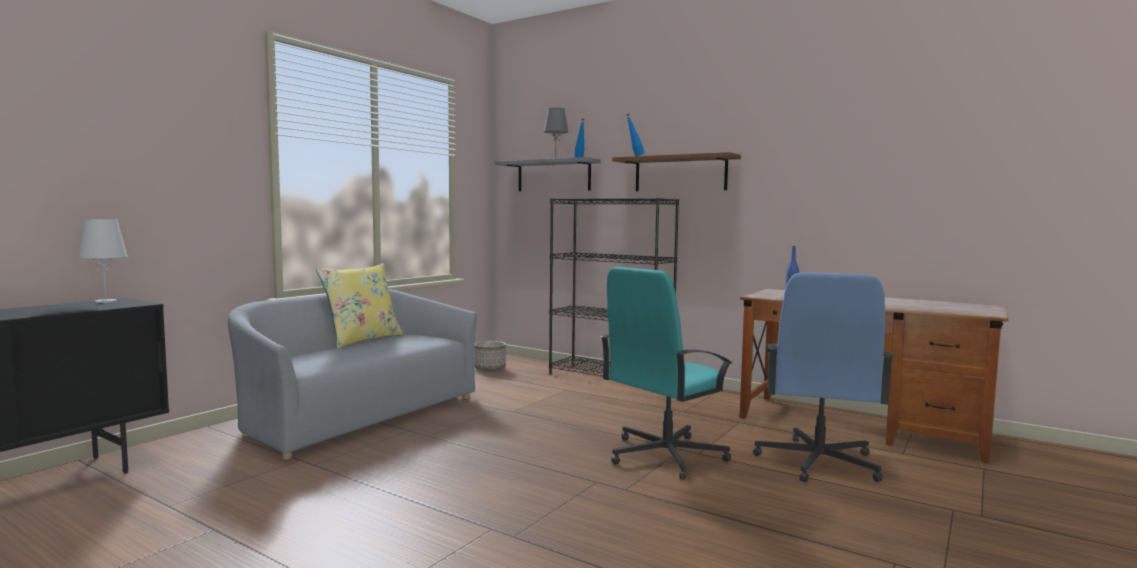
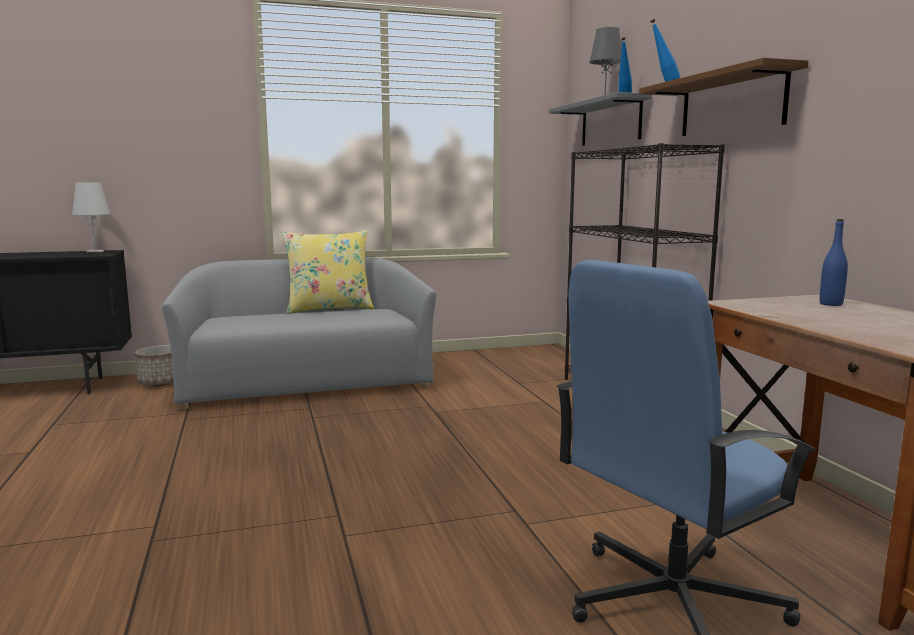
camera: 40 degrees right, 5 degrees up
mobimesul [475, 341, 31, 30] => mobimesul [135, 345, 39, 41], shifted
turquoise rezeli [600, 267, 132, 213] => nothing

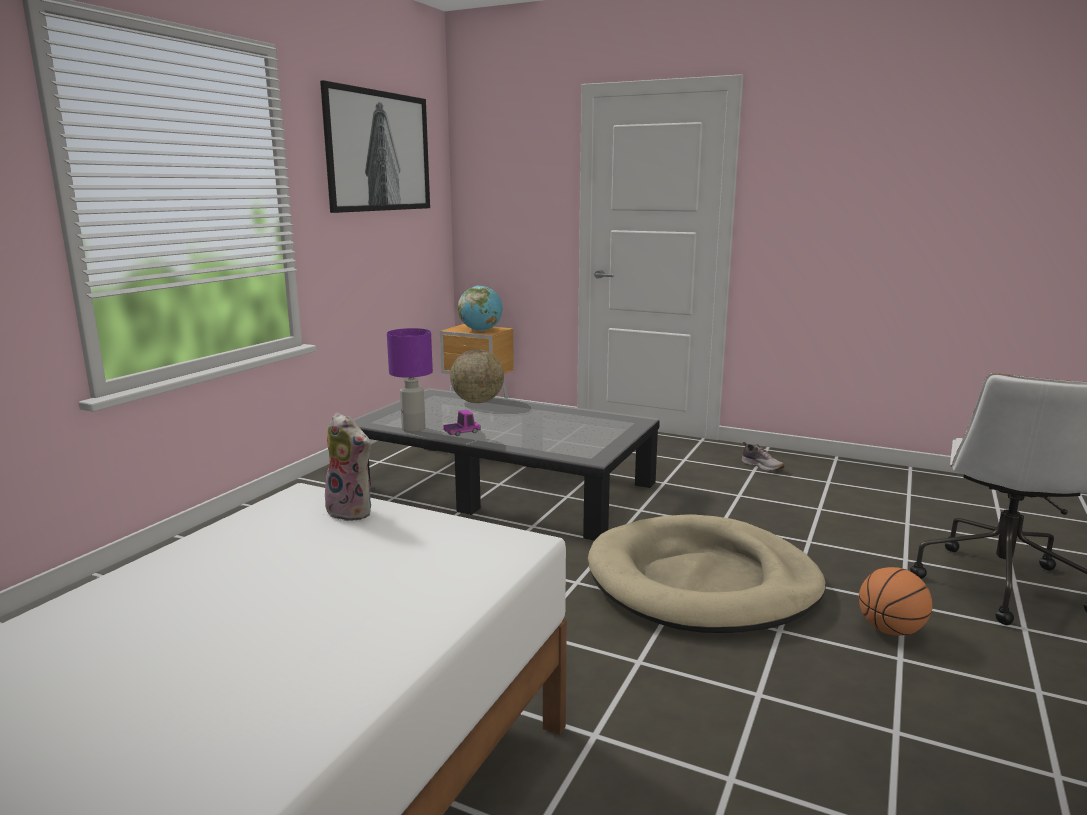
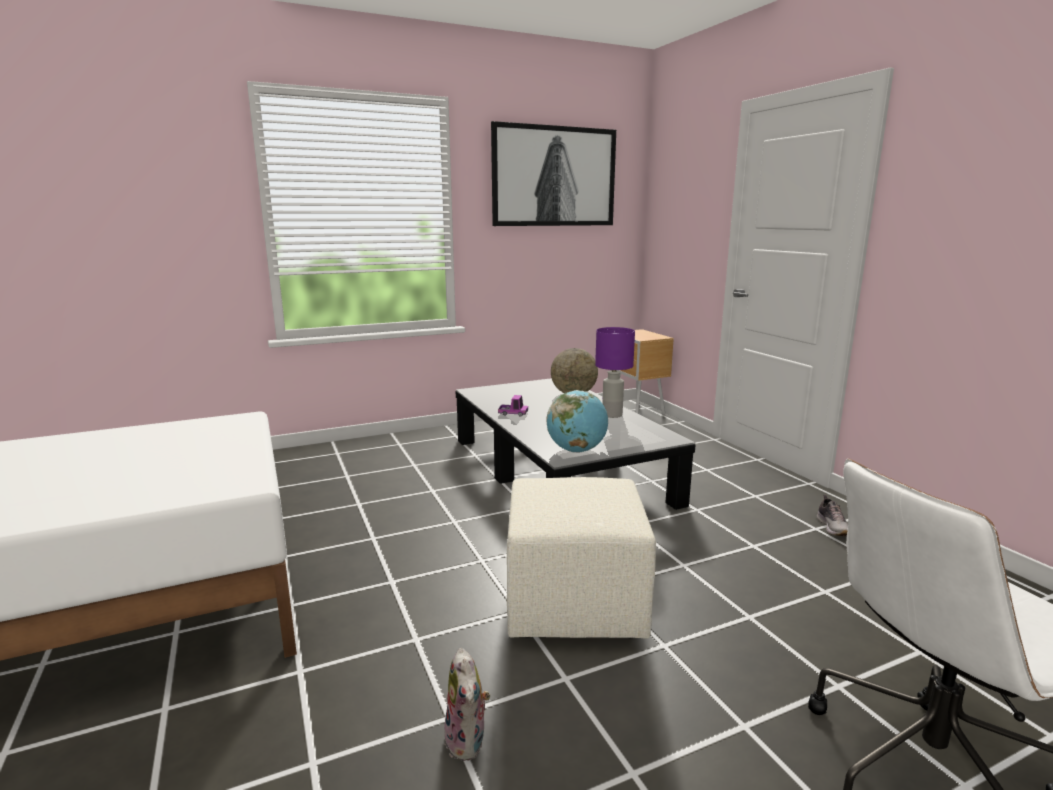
camera: 40 degrees right, 0 degrees up
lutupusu [325, 413, 47, 108] => lutupusu [444, 648, 46, 113], shifted
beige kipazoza [588, 514, 237, 119] => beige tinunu [507, 477, 149, 162]
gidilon [458, 286, 44, 45] => gidilon [546, 390, 62, 63], shifted
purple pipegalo [387, 328, 46, 104] => purple pipegalo [595, 327, 40, 91], shifted
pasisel [859, 567, 73, 69] => nothing

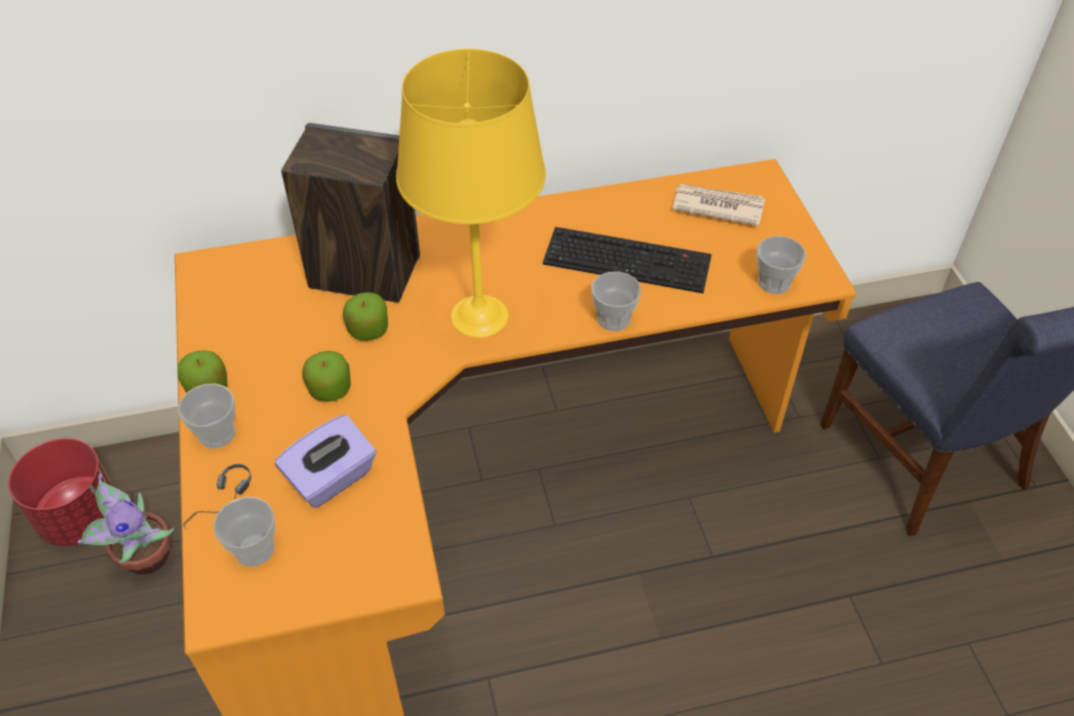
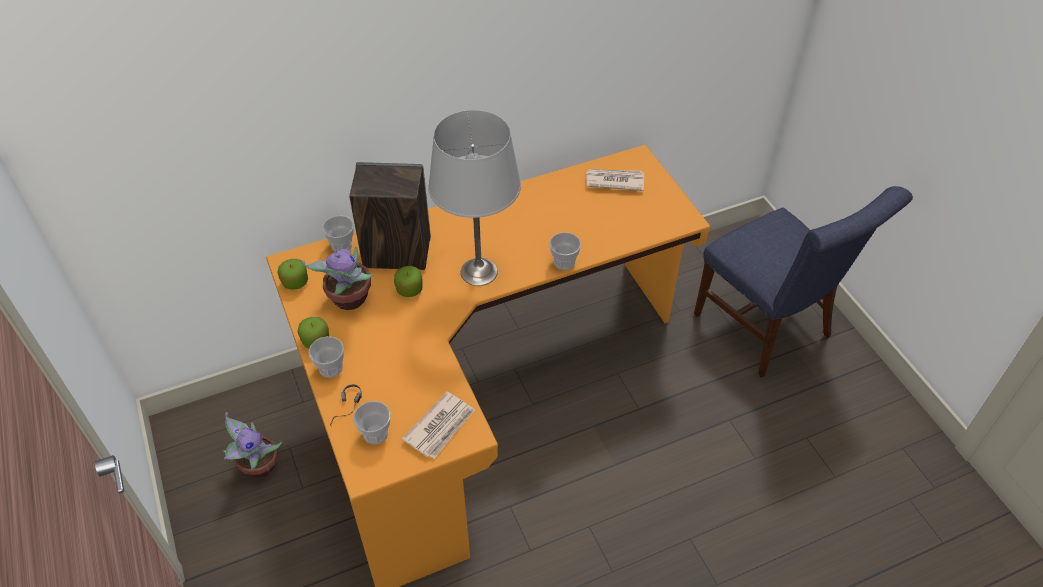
camera: 10 degrees left, 0 degrees up
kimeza [302, 351, 49, 51] => kimeza [278, 259, 30, 31], shifted
nothing => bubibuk [302, 247, 72, 63]
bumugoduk [757, 236, 49, 58] => bumugoduk [322, 216, 32, 35], shifted
nothing => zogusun [402, 392, 73, 67]
yellow pipegalo [396, 49, 150, 289] => grey pipegalo [428, 110, 93, 176]
red mobimesul [8, 438, 106, 108] => nothing
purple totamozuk [275, 415, 101, 93] => nothing
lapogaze [543, 227, 169, 66] => nothing

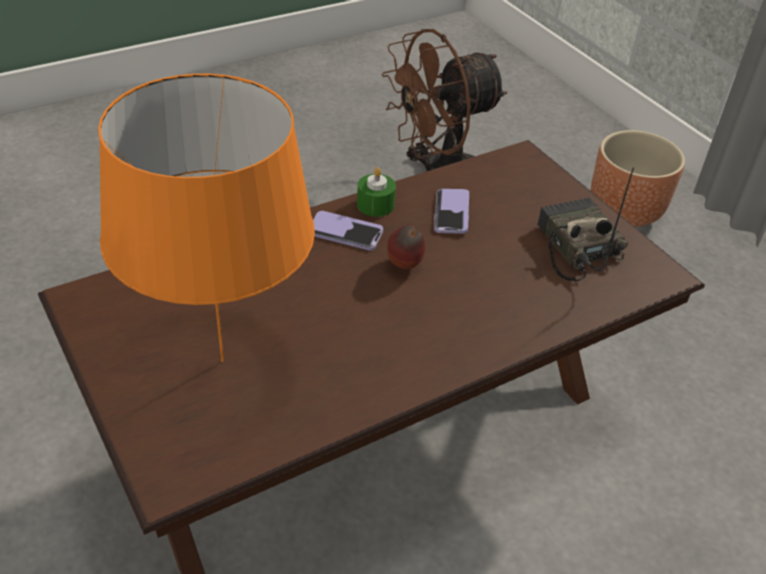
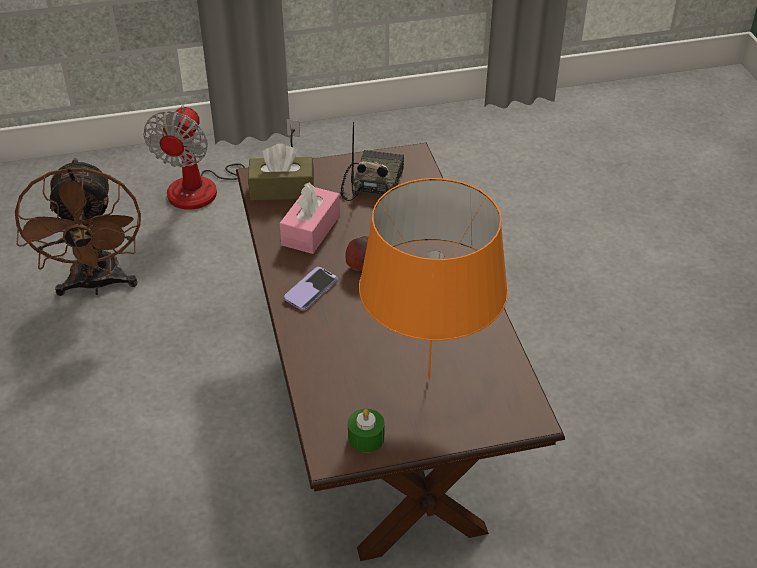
camera: 70 degrees left, 0 degrees up
brown mobimesul [591, 130, 94, 97] => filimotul [143, 105, 157, 105]
nothing => brown totamozuk [248, 143, 66, 57]
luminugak [434, 189, 35, 45] => pink totamozuk [280, 182, 60, 72]
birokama [538, 167, 96, 114] => birokama [340, 122, 64, 79], 105 degrees clockwise
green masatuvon [357, 167, 39, 50] => green masatuvon [348, 409, 36, 44], shifted

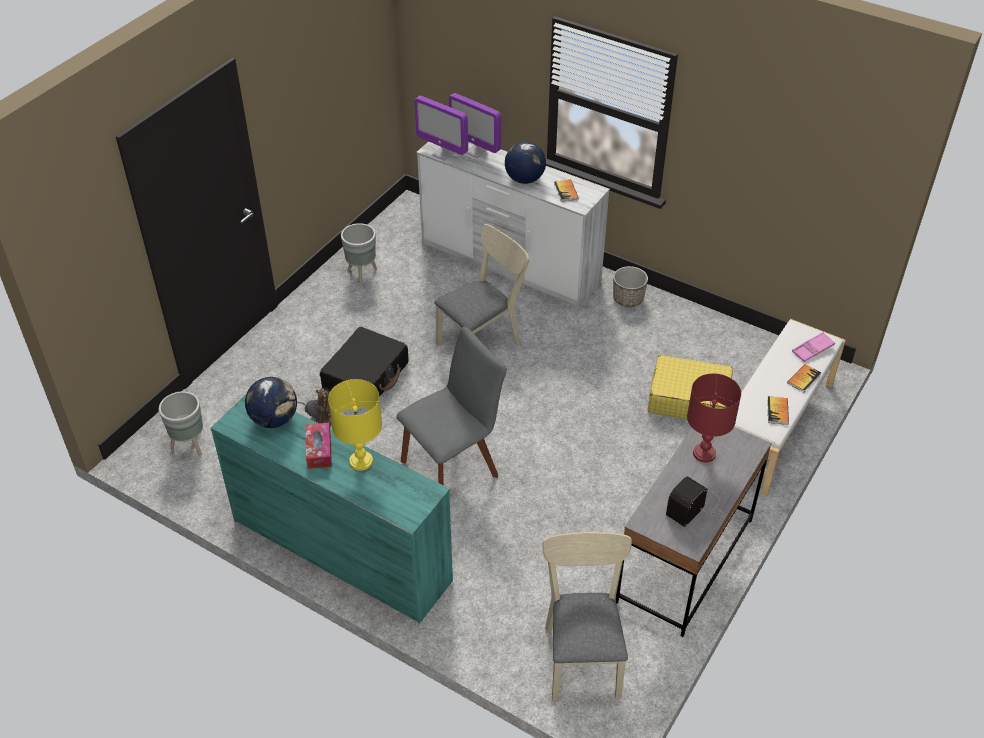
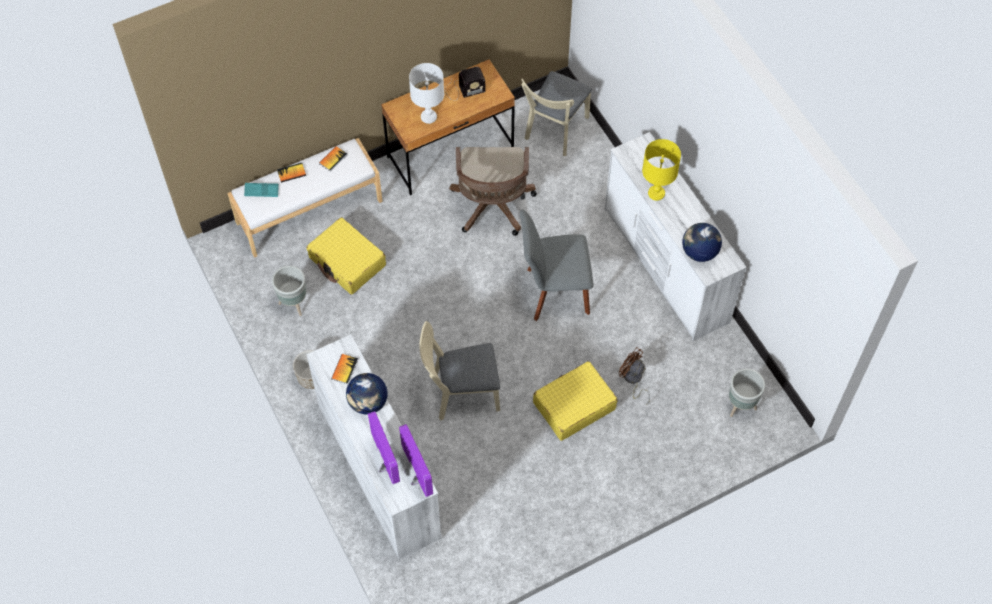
camera: 150 degrees left, 15 degrees up
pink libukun [792, 332, 43, 30] => turquoise libukun [244, 183, 35, 14]
grey mobimesul [341, 223, 36, 62] => grey mobimesul [272, 266, 34, 50], shifted
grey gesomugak [616, 427, 156, 210] => brown gesomugak [381, 60, 134, 135]
red pipegalo [687, 373, 54, 89] => white pipegalo [409, 63, 35, 61]
nothing => brown rezeli [449, 147, 88, 89]
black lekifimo [320, 327, 88, 70] => yellow lekifimo [533, 361, 84, 80]
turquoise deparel [211, 395, 242, 229] => white deparel [604, 132, 142, 209]
totamozuk [305, 423, 27, 46] => nothing

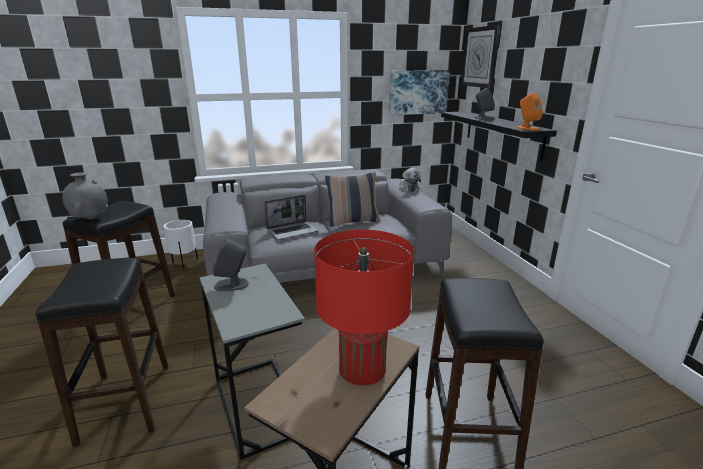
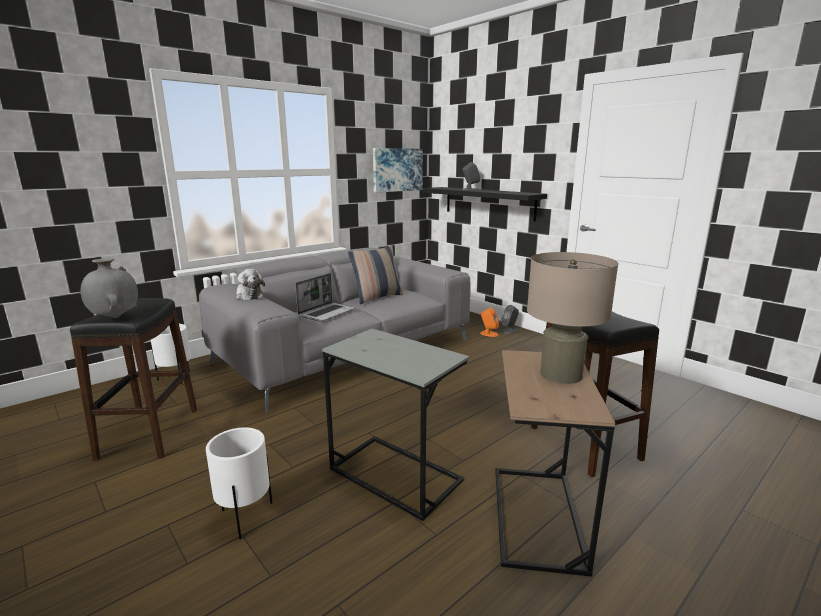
camera: 25 degrees left, 5 degrees down
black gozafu [36, 258, 132, 189] => white mobimesul [206, 427, 66, 112]
lutupusu [399, 168, 22, 24] => lutupusu [236, 269, 29, 31], shifted
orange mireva [516, 93, 27, 37] => orange mireva [480, 308, 19, 29], shifted
grey mireva [213, 238, 36, 53] => grey mireva [501, 305, 18, 29], shifted
red pipegalo [314, 230, 100, 156] => beige pipegalo [527, 252, 92, 132]
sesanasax [461, 25, 40, 63] => nothing

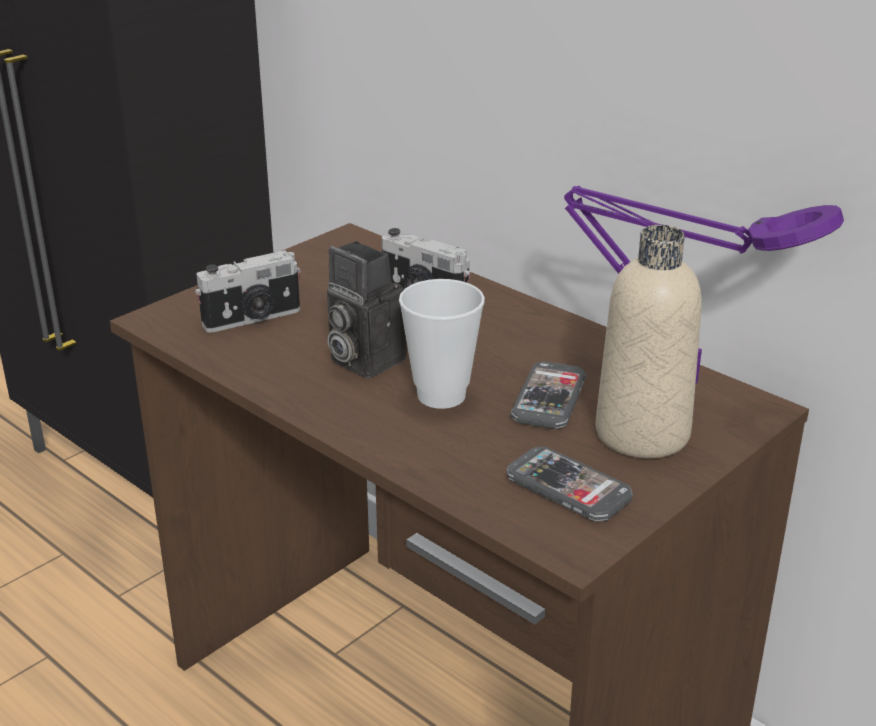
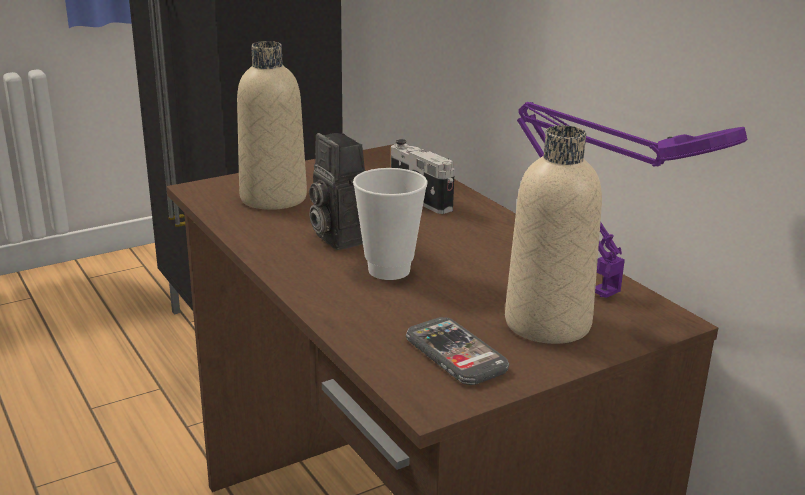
camera: 15 degrees right, 5 degrees down
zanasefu [195, 250, 106, 83] => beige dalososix [237, 41, 70, 169]
luminugak [510, 361, 76, 68] => nothing

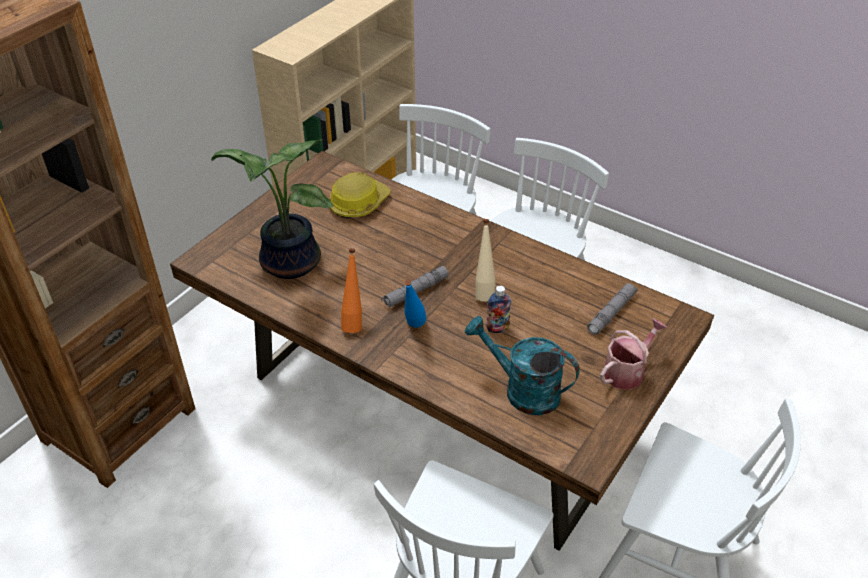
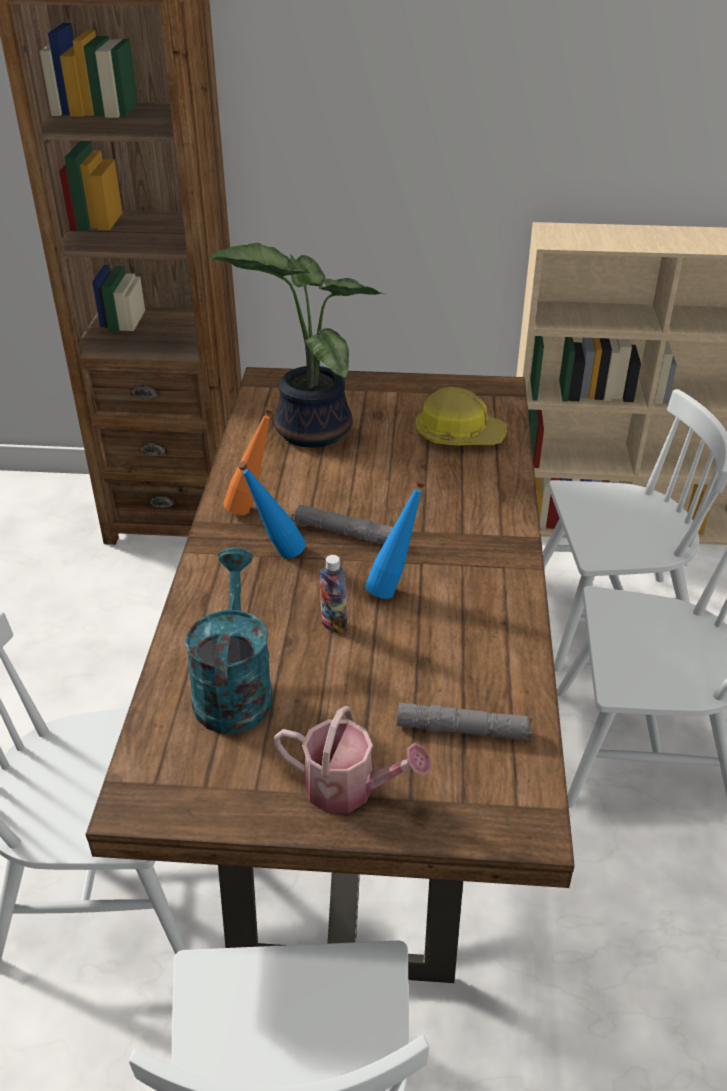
camera: 60 degrees right, 5 degrees down
beige dalososix [476, 219, 19, 82] => blue dalososix [365, 479, 61, 120]

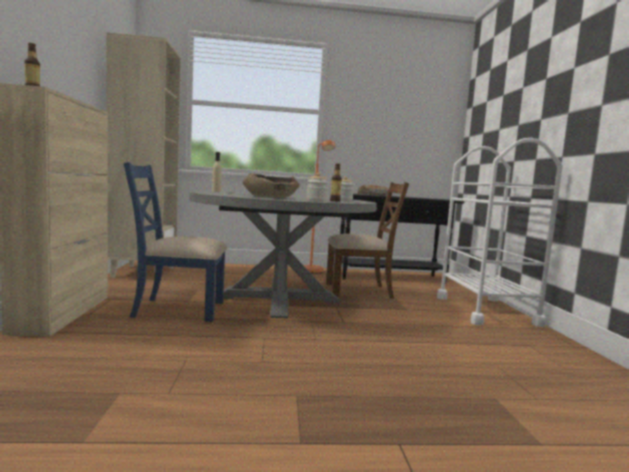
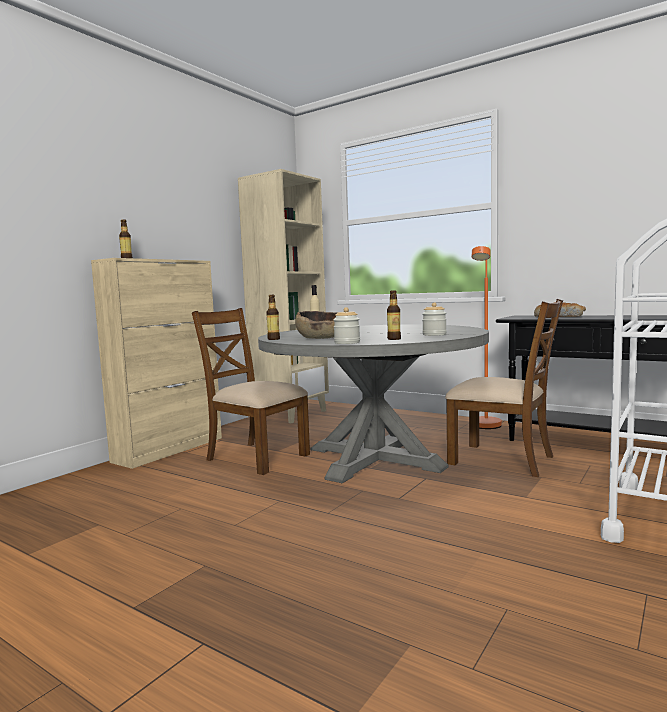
camera: 40 degrees right, 0 degrees up
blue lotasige [124, 162, 103, 160] => brown lotasige [192, 308, 118, 167]
nothing => dalososix [266, 295, 14, 45]

